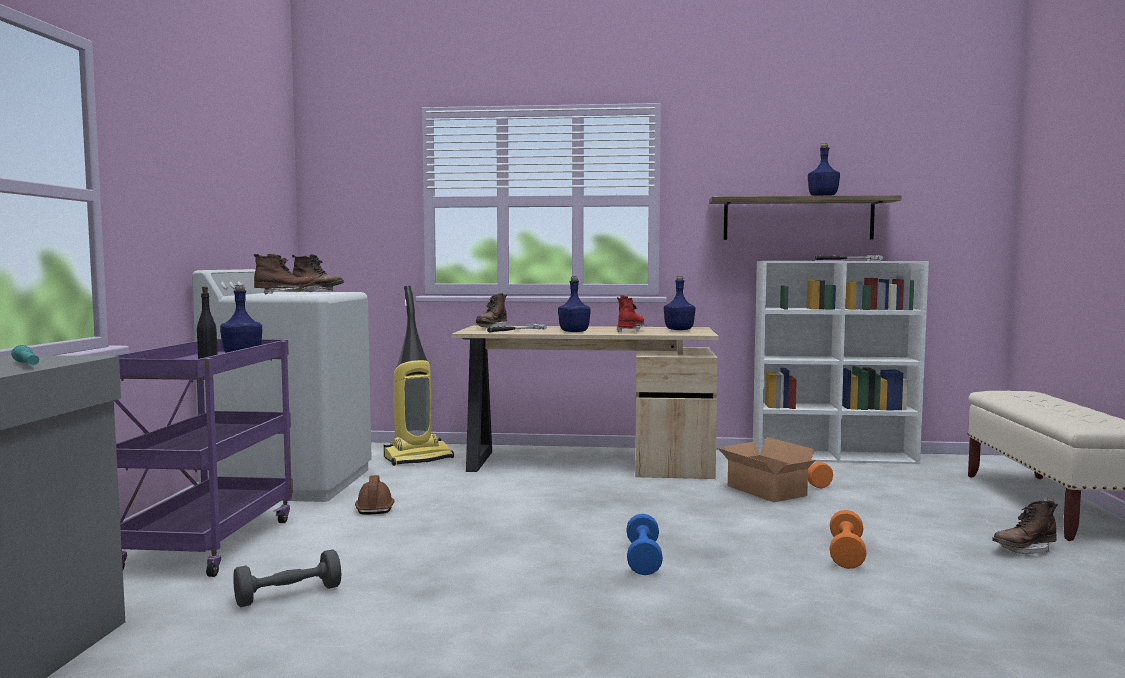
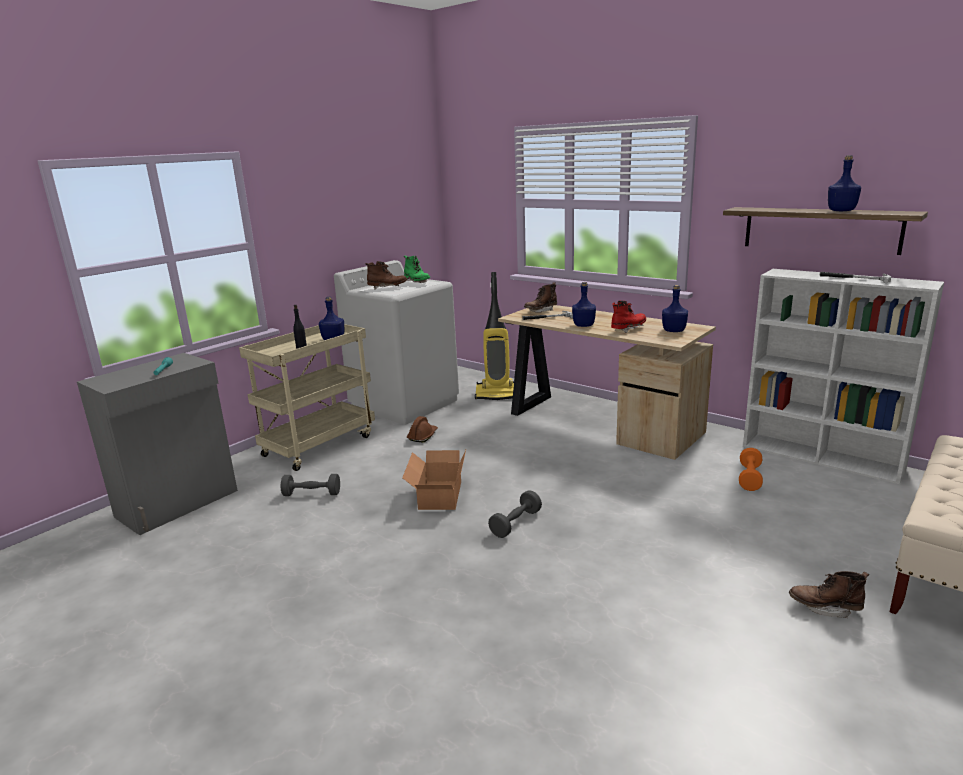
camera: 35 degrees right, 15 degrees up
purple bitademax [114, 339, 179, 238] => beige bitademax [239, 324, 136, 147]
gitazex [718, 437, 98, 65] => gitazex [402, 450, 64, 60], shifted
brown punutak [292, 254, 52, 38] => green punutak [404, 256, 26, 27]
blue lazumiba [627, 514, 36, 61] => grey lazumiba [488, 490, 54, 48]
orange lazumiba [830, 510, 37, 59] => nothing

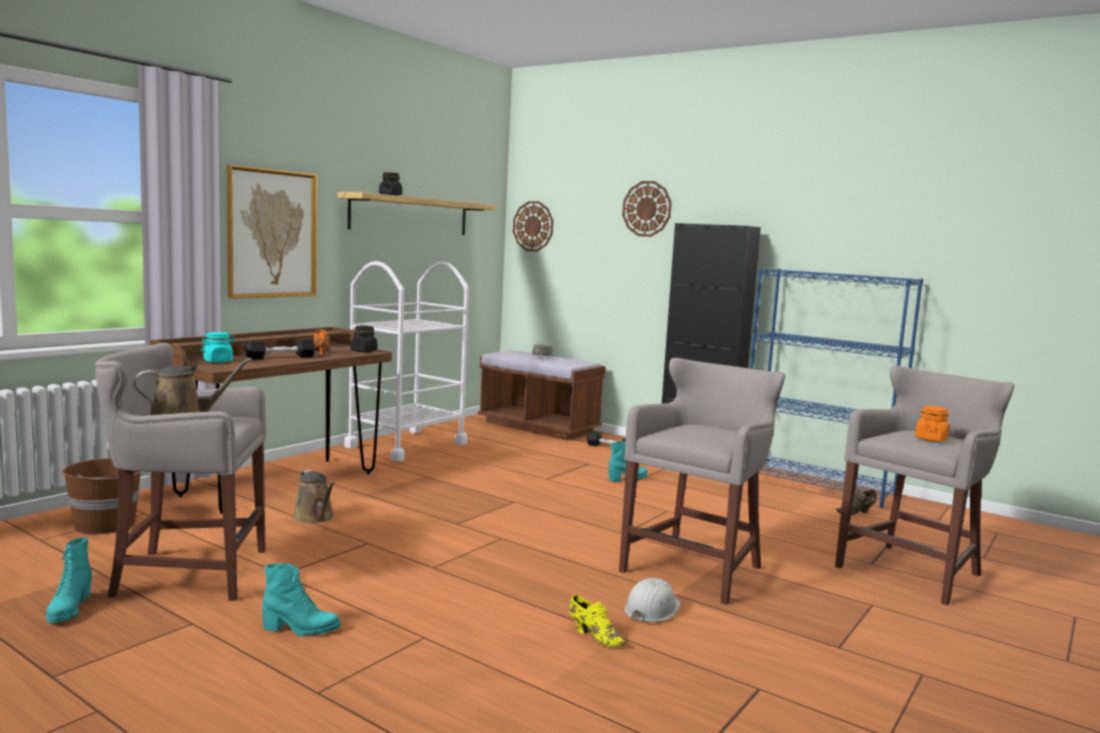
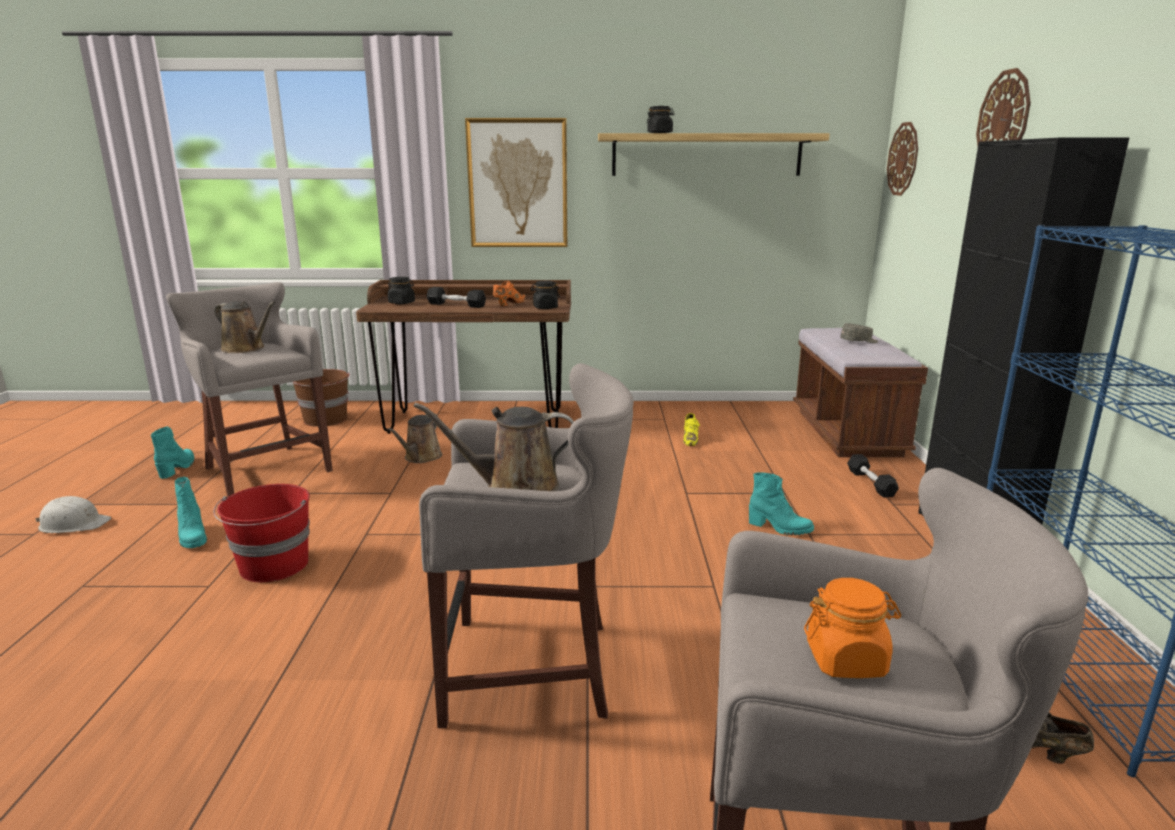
camera: 55 degrees right, 10 degrees up
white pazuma [624, 578, 57, 44] => white pazuma [35, 496, 76, 37], shifted
turquoise punutak [46, 537, 46, 86] => turquoise punutak [151, 426, 43, 53], 135 degrees clockwise
nothing => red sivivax [213, 484, 97, 98]
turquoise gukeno [201, 332, 34, 31] => black gukeno [388, 277, 27, 27]
nothing => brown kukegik [413, 403, 161, 88]
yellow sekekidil [569, 595, 58, 52] => yellow sekekidil [683, 413, 17, 33], shifted
white bitademax [344, 261, 125, 201] => nothing

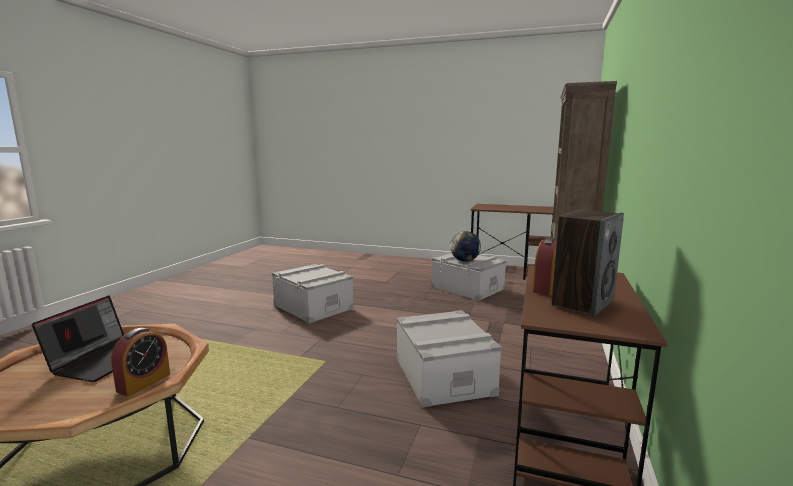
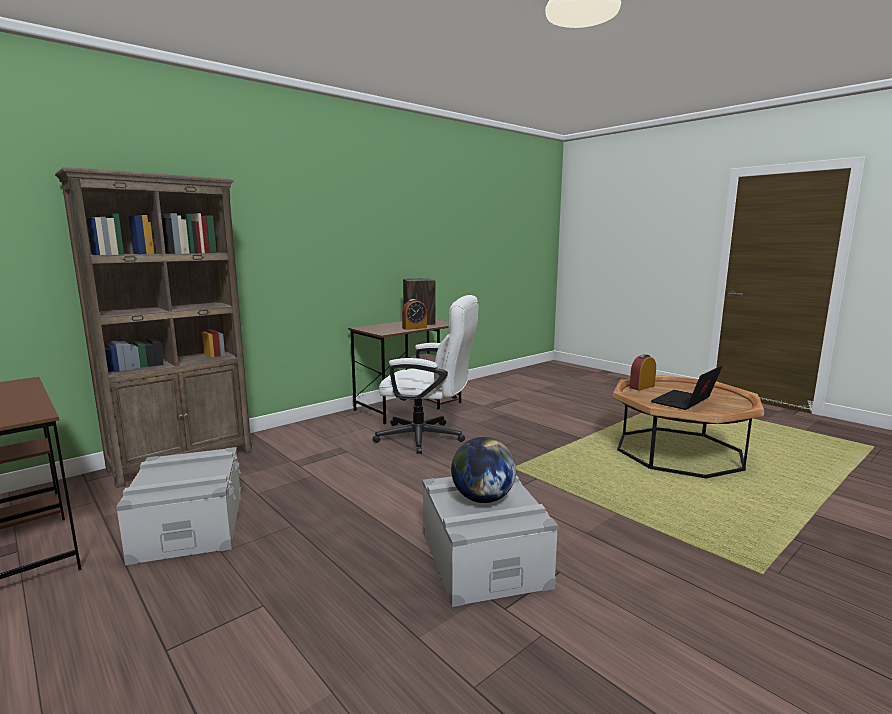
camera: 150 degrees left, 0 degrees up
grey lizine [396, 310, 106, 97] => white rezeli [372, 295, 106, 159]
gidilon [450, 231, 31, 31] => gidilon [451, 437, 65, 66], shifted

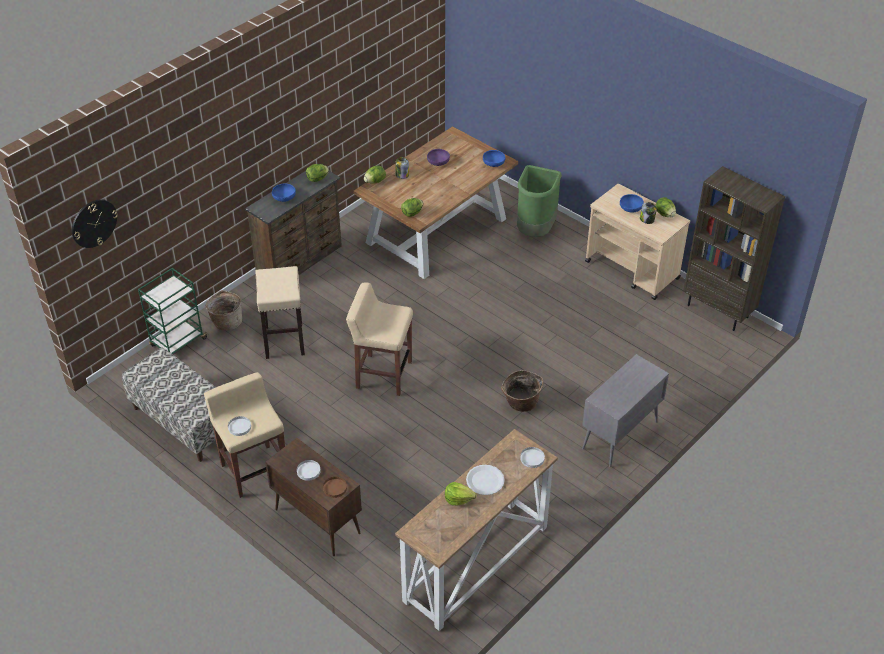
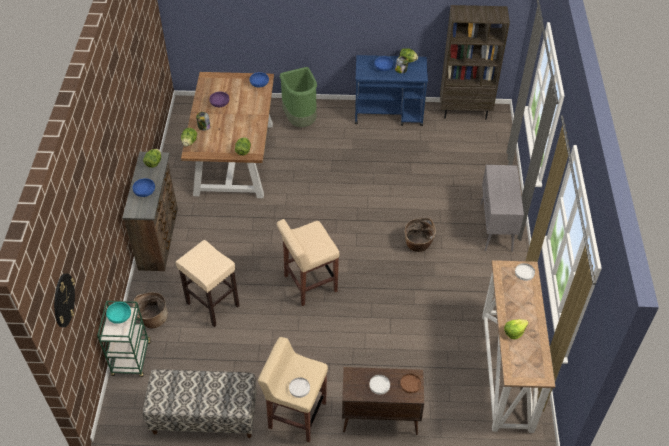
camera: 40 degrees left, 5 degrees up
nothing => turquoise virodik [106, 302, 25, 22]
beige bitademax [585, 184, 105, 116] => blue bitademax [355, 55, 73, 71]
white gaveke [466, 465, 39, 30] => nothing

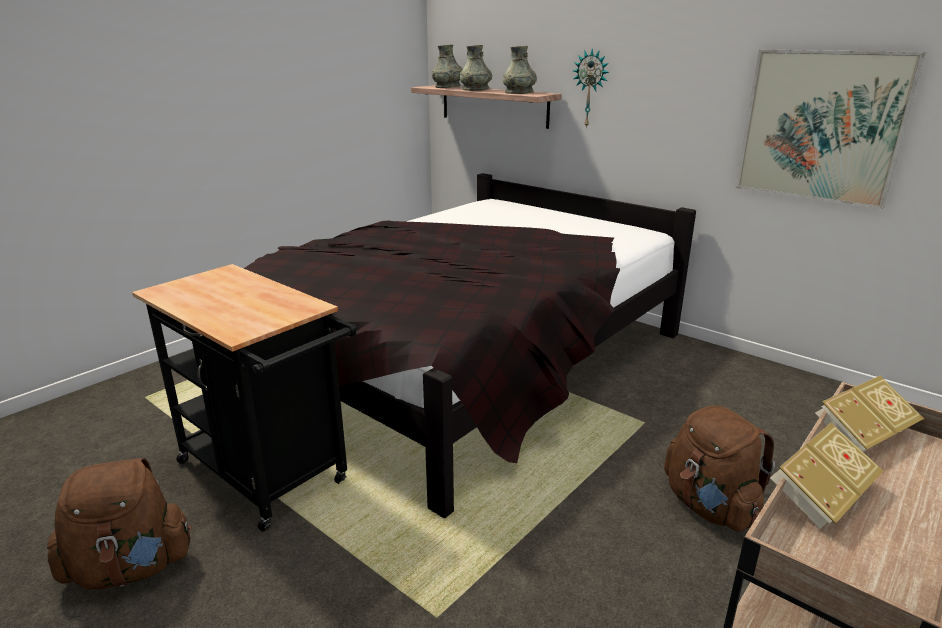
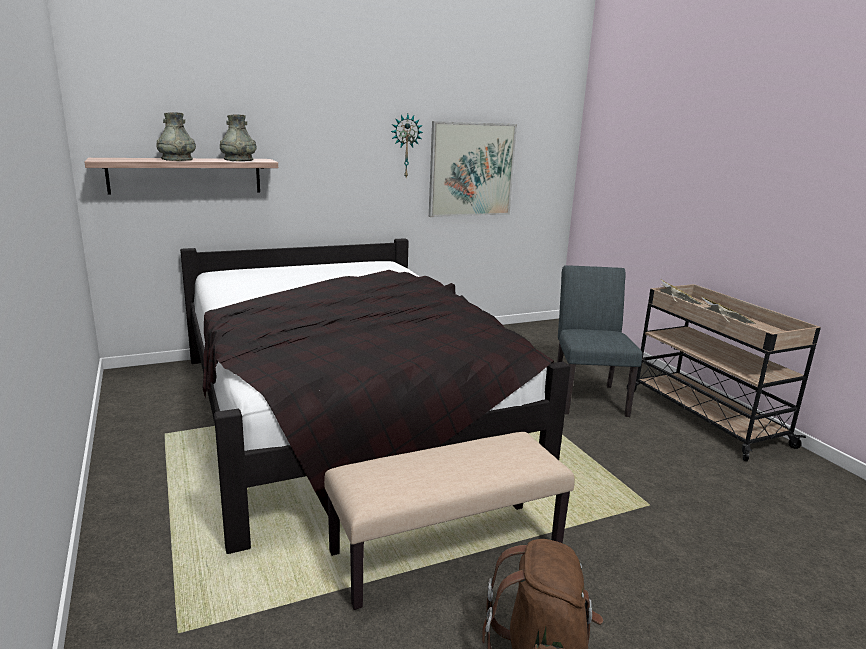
camera: 65 degrees left, 5 degrees down
black bitademax [132, 264, 225, 268] => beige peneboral [324, 432, 251, 178]
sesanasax [573, 48, 36, 80] => sesanasax [391, 114, 32, 63], shifted
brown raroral [664, 406, 111, 126] => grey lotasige [557, 265, 85, 152]
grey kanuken [432, 45, 30, 43] => nothing

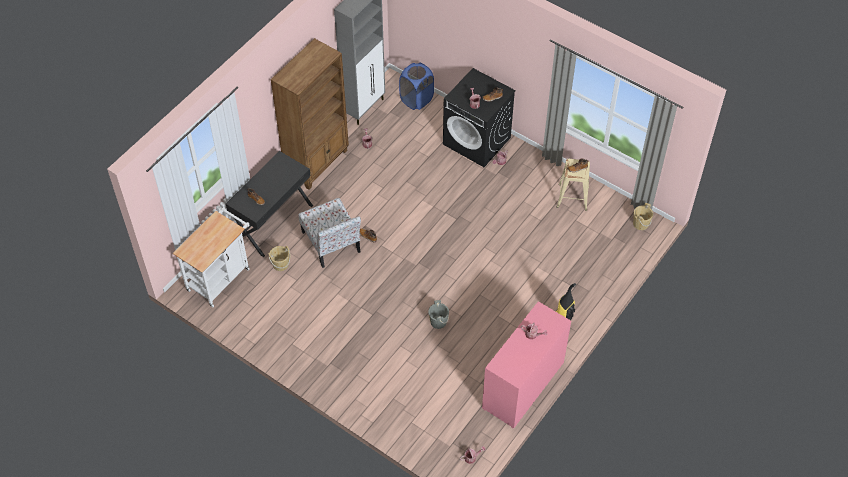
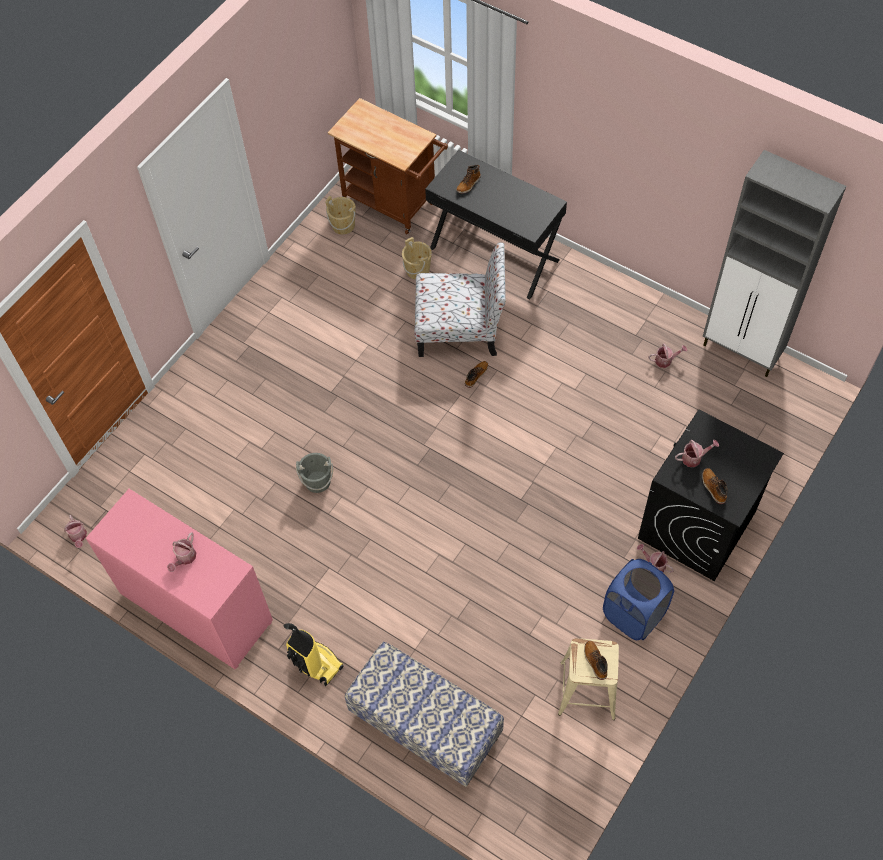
camera: 90 degrees right, 5 degrees up
beige sivivax [633, 203, 20, 27] => beige sivivax [325, 196, 31, 39], shifted
white bitademax [173, 207, 77, 100] => brown bitademax [328, 98, 120, 136]
nothing => peneboral [345, 642, 159, 145]
lotasige [298, 198, 63, 70] => lotasige [414, 242, 92, 115], 150 degrees counterclockwise
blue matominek [399, 63, 35, 47] => blue matominek [603, 559, 71, 81], shifted
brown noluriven [270, 38, 79, 152] => nothing

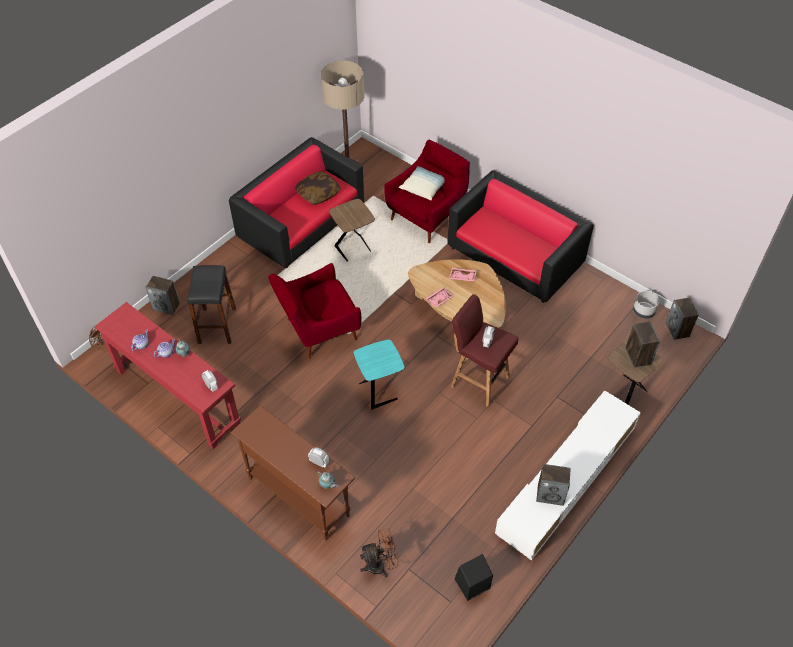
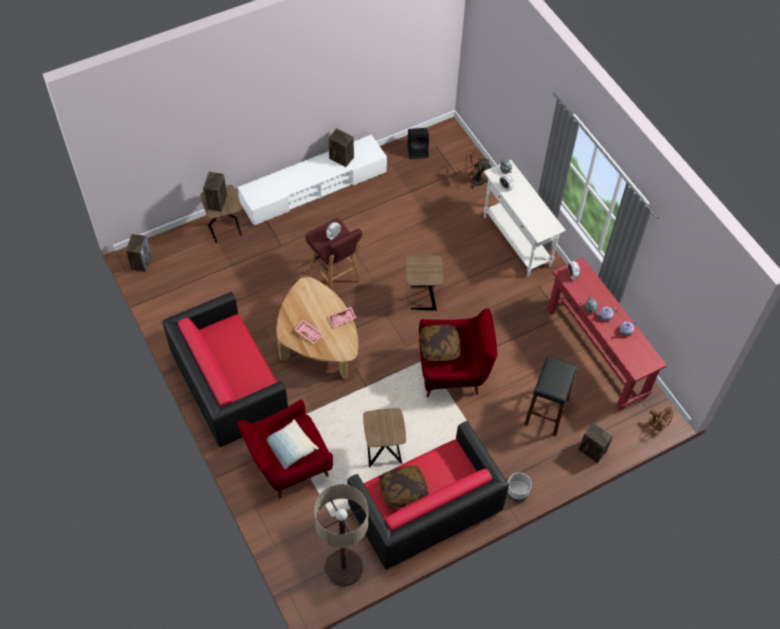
camera: 160 degrees left, 5 degrees up
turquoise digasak [354, 339, 51, 71] => brown digasak [405, 255, 38, 56]
nothing => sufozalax [420, 324, 40, 37]
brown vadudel [230, 405, 125, 136] => white vadudel [483, 160, 83, 117]
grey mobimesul [633, 291, 26, 28] => grey mobimesul [507, 473, 25, 29], shifted

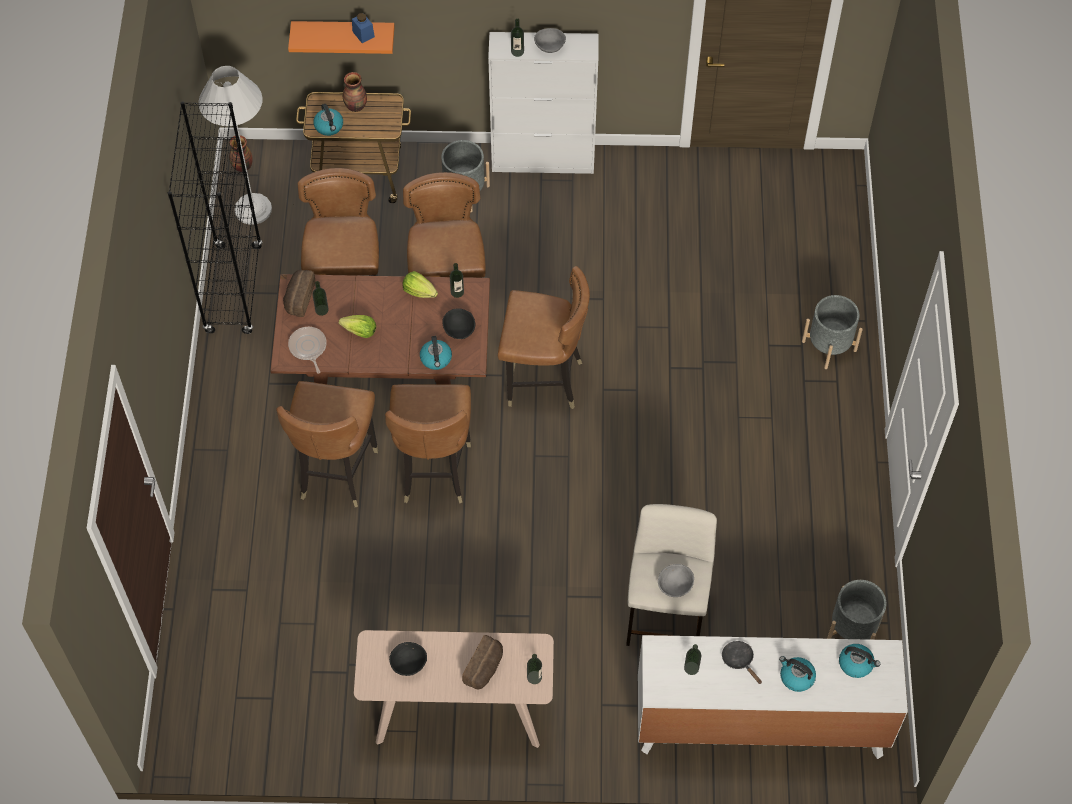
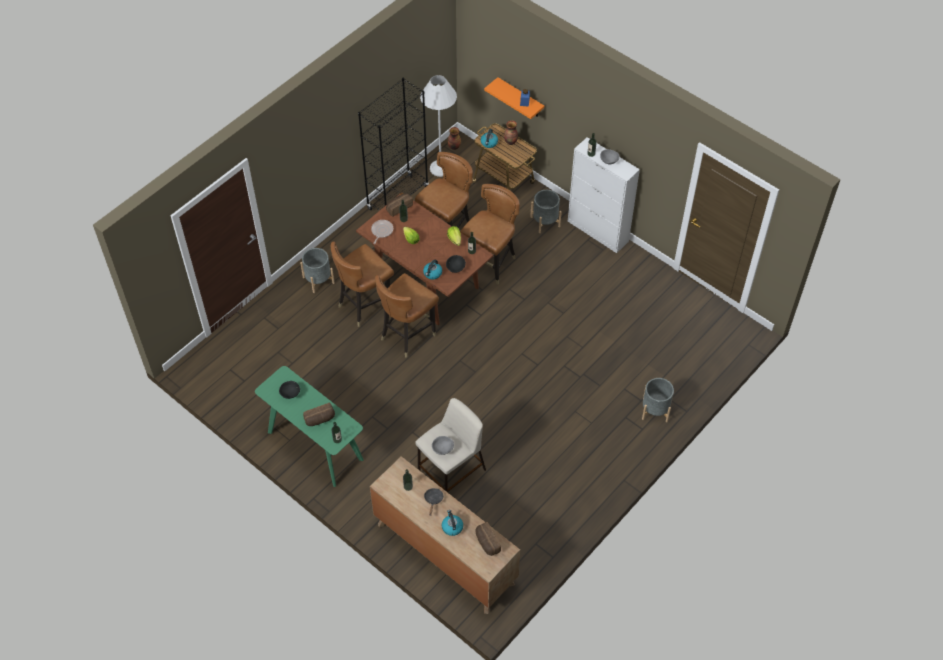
camera: 40 degrees right, 5 degrees down
beige vadudel [354, 630, 200, 118] => green vadudel [255, 366, 109, 121]
grey mobimesul [827, 580, 59, 60] => grey mobimesul [300, 248, 34, 45], shifted
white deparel [638, 635, 270, 124] => brown deparel [370, 456, 150, 158]
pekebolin [839, 644, 41, 34] => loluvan [475, 522, 26, 34]
brown lotasige [498, 266, 92, 143] => nothing

